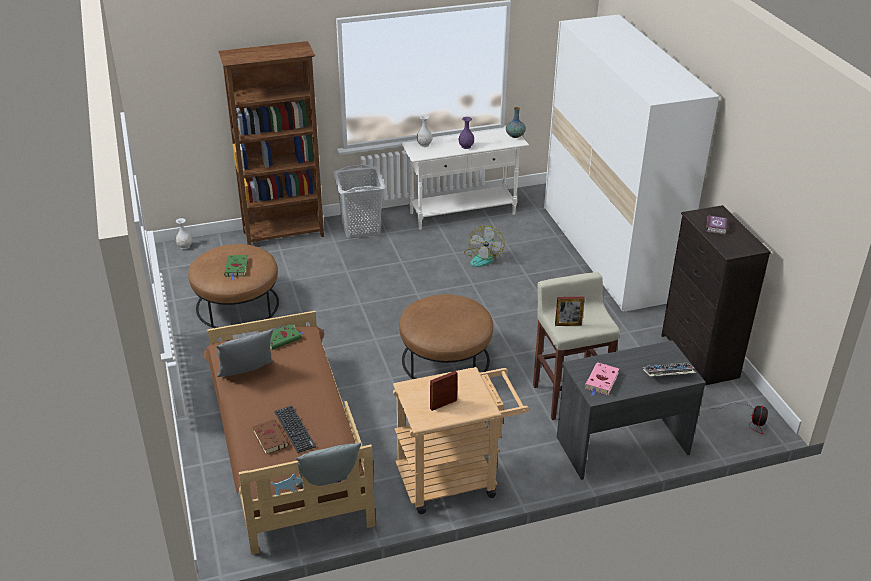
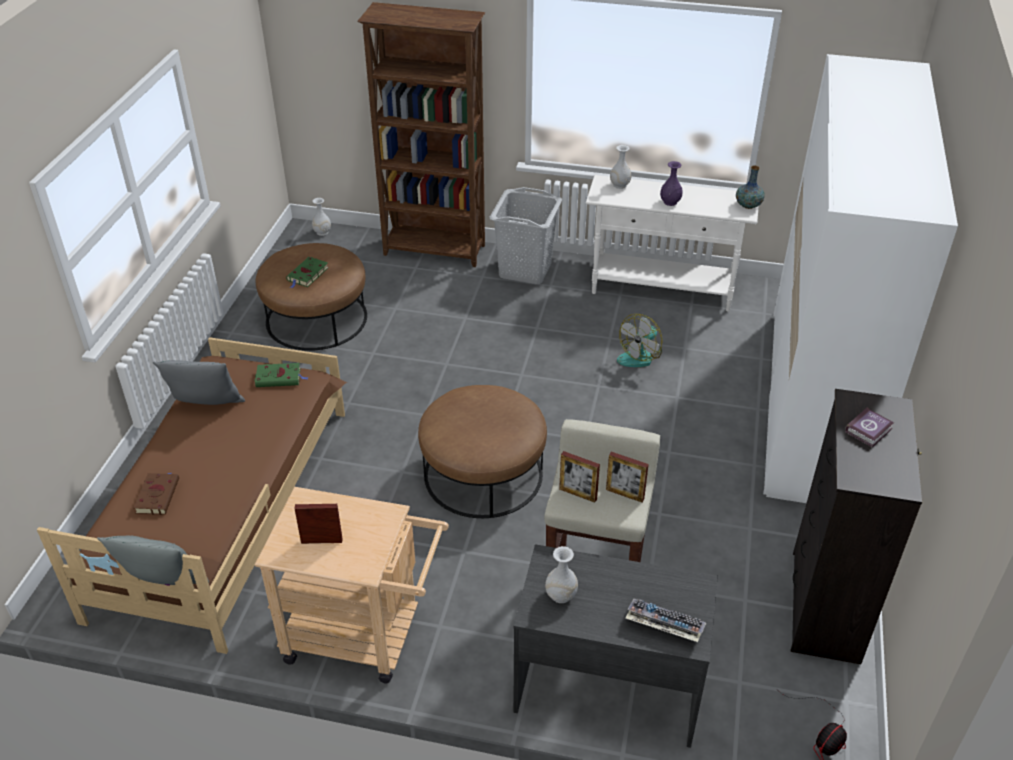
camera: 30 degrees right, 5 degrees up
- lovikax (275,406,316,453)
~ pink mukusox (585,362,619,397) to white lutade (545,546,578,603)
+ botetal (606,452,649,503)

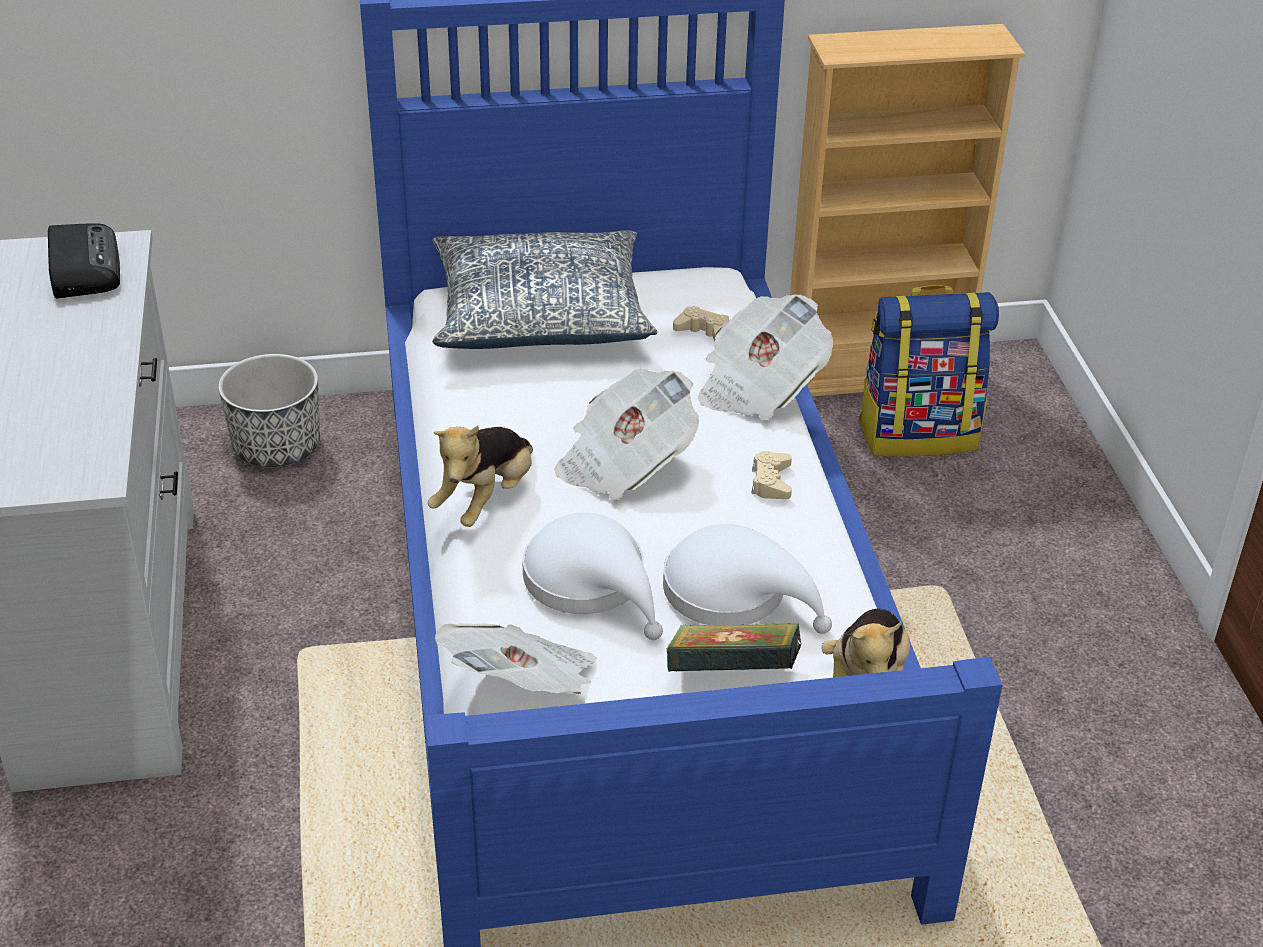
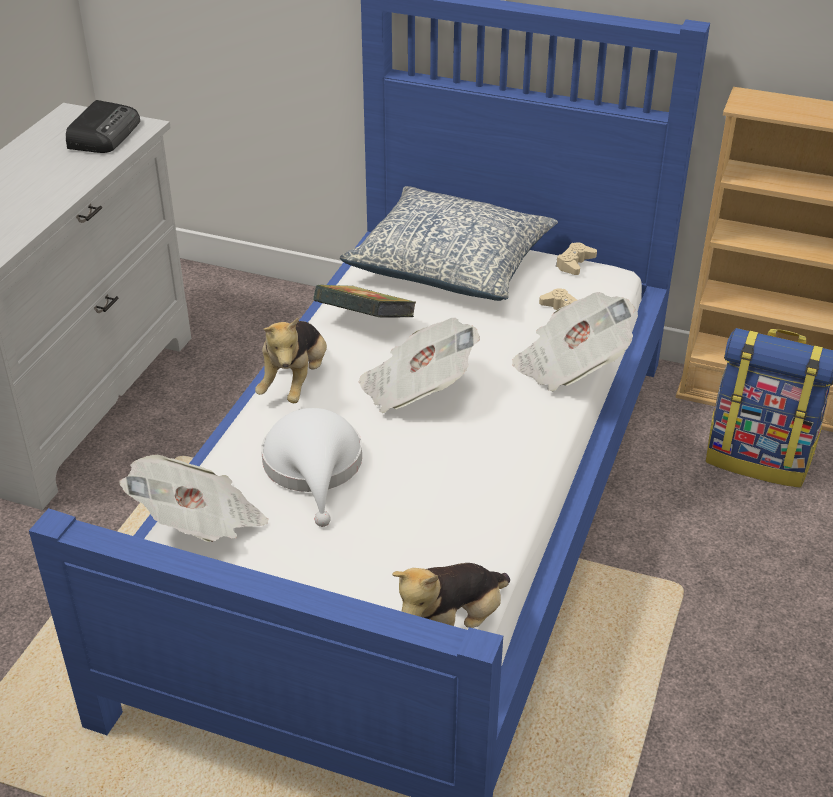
camera: 30 degrees right, 0 degrees up
- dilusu (218,354,320,467)
~ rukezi (428,426,533,527) = (255,318,327,403) 45 degrees counterclockwise
- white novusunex (663,524,832,634)
~ mukusox (667,623,801,672) to (313,284,416,318)
~ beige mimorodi (752,451,792,499) to (556,242,597,275)

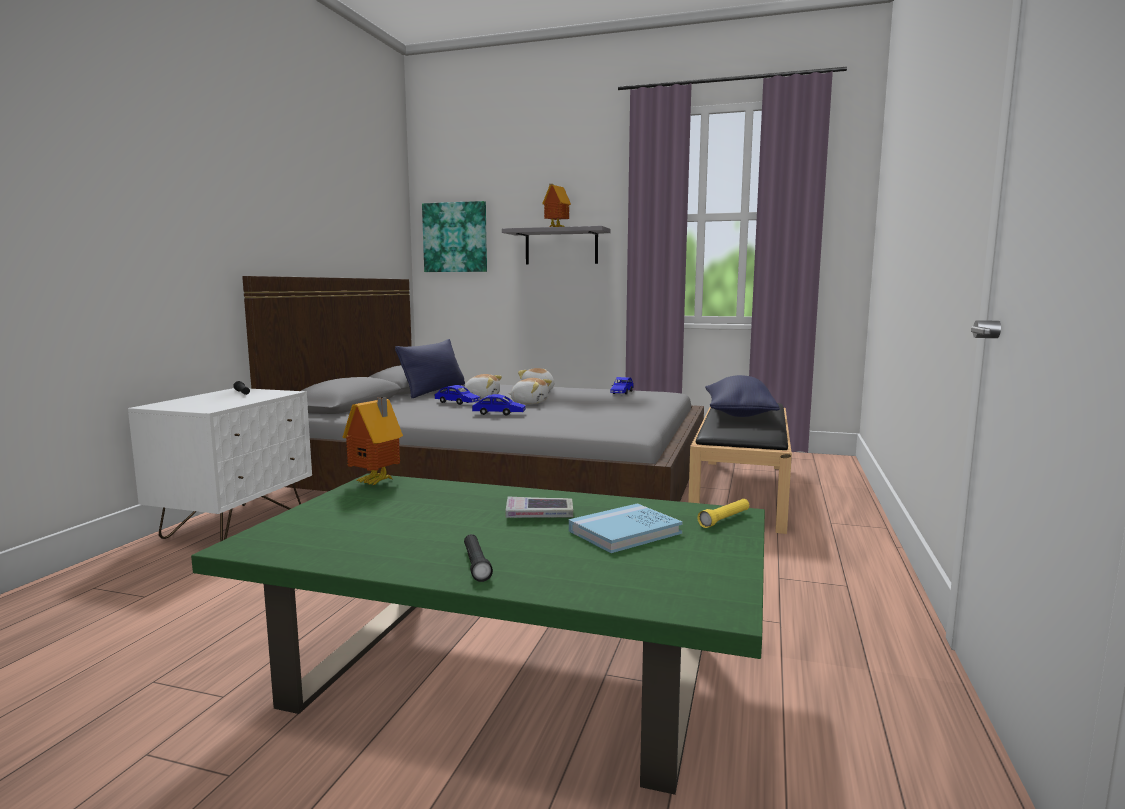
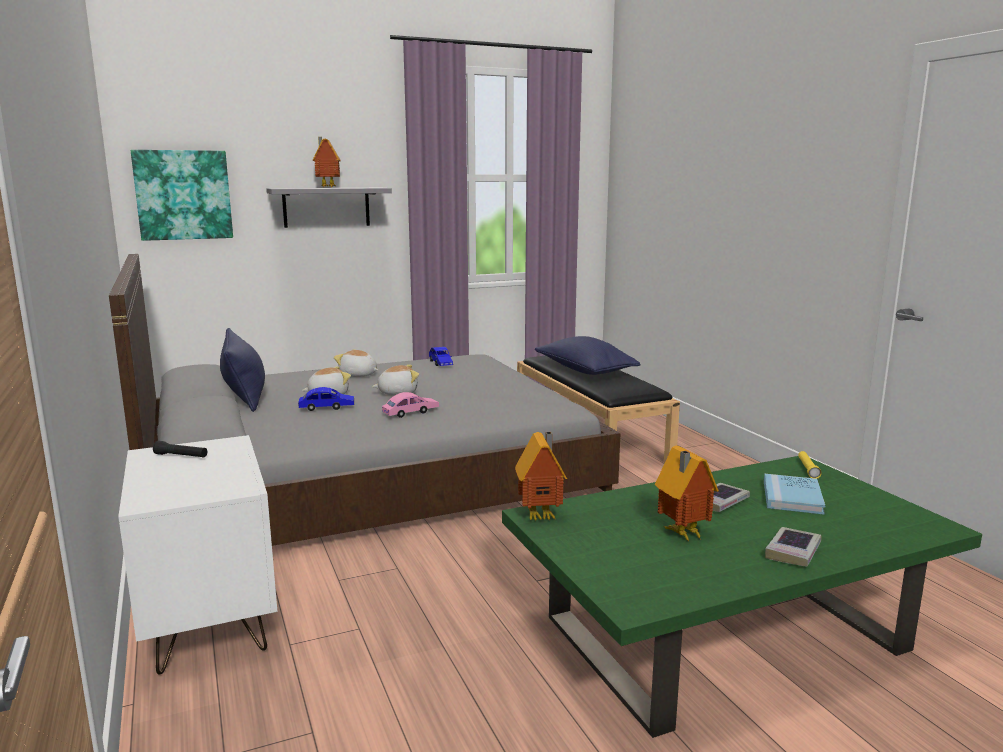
camera: 40 degrees left, 5 degrees up
~ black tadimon (464,534,493,582) to mukusox (765,527,821,567)
~ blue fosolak (472,394,526,416) to pink fosolak (382,392,439,418)
+ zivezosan (655,445,719,542)

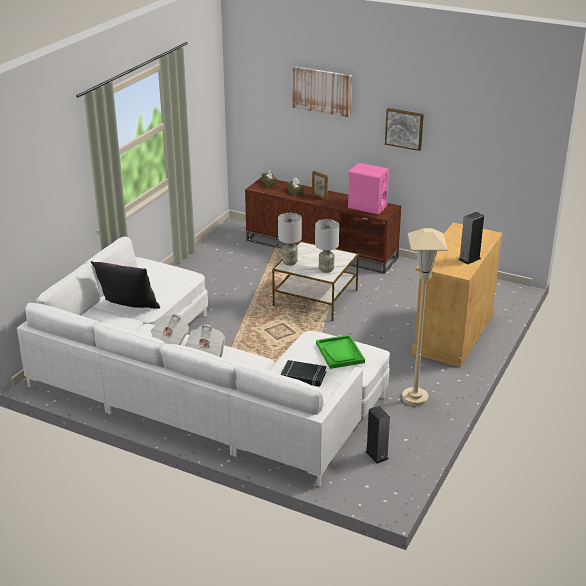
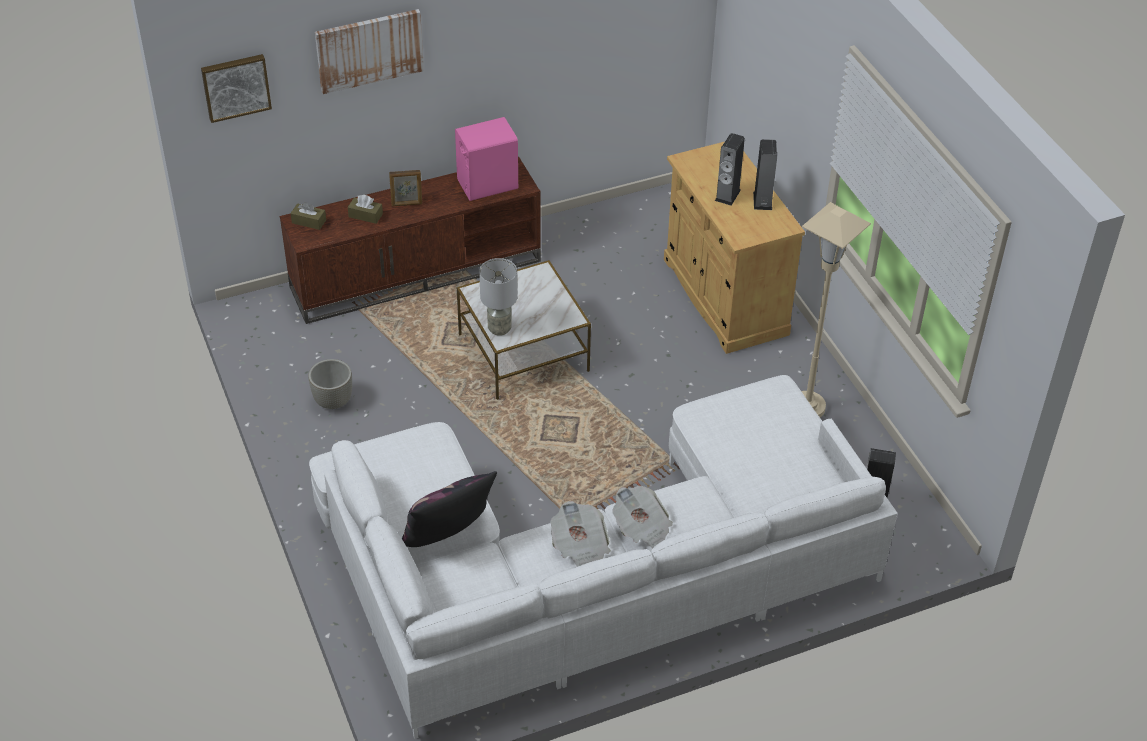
camera: 50 degrees left, 15 degrees up
- black mukusox (281,360,326,387)
- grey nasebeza (315,219,339,273)
- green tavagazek (316,335,365,369)
~ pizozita (385,108,424,151) to (201,54,272,123)
+ grey dilusu (308,359,352,409)
+ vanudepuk (715,133,745,206)

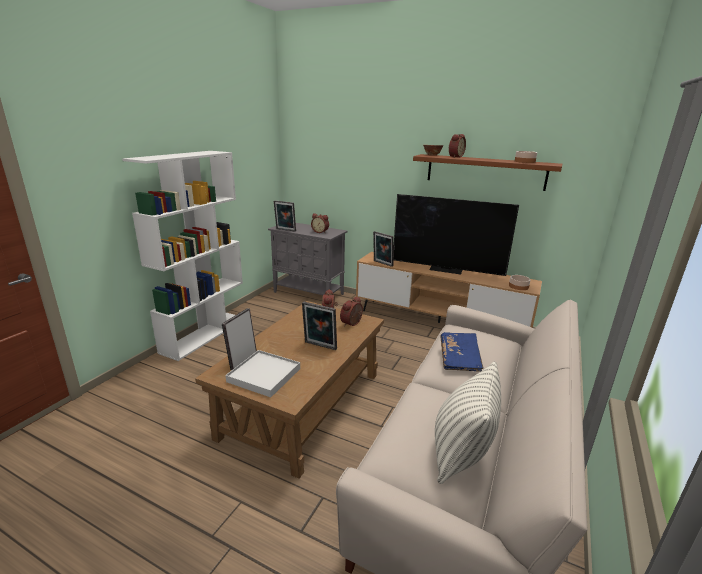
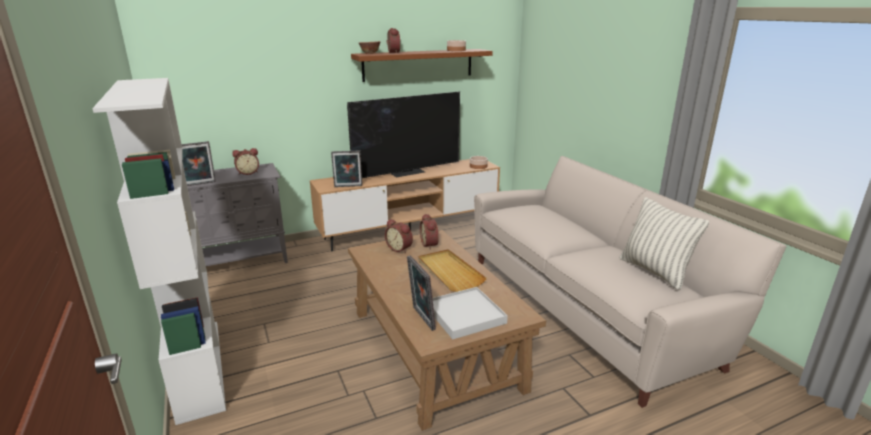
camera: 50 degrees left, 0 degrees up
~ botetal (302,302,337,350) to beige tavagazek (418,249,487,292)
- blue mukusox (440,332,484,372)

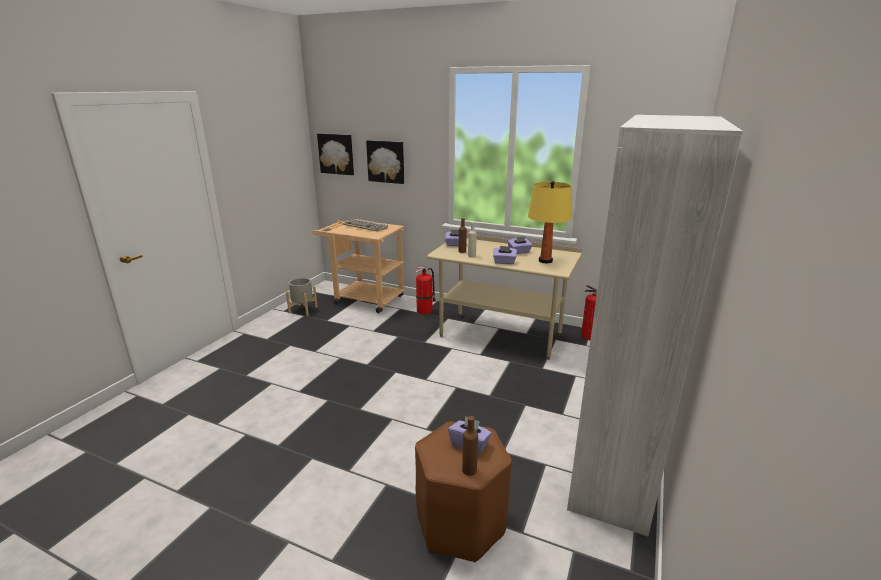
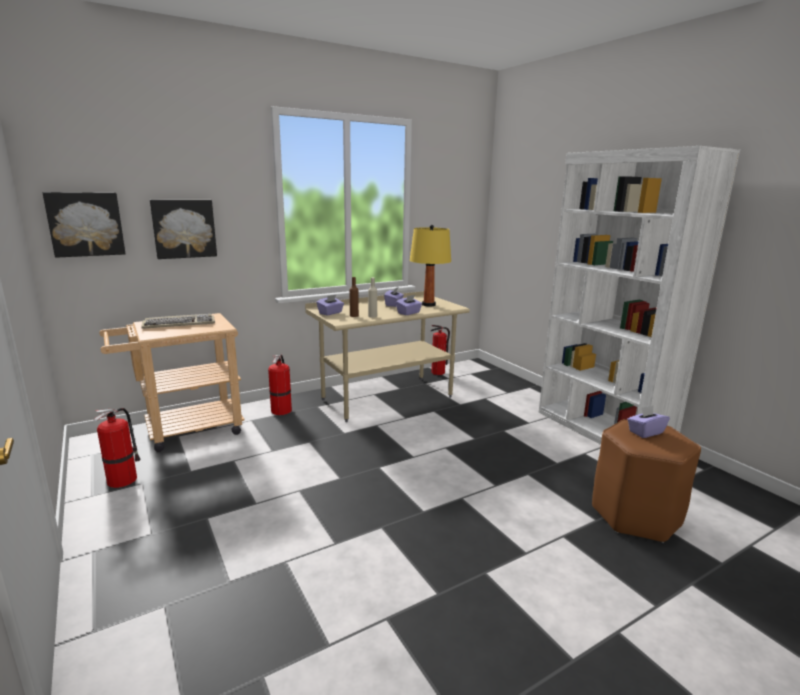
camera: 55 degrees left, 5 degrees down
~ grey dilusu (286,278,318,316) to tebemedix (94,408,141,488)
- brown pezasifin (462,416,478,476)

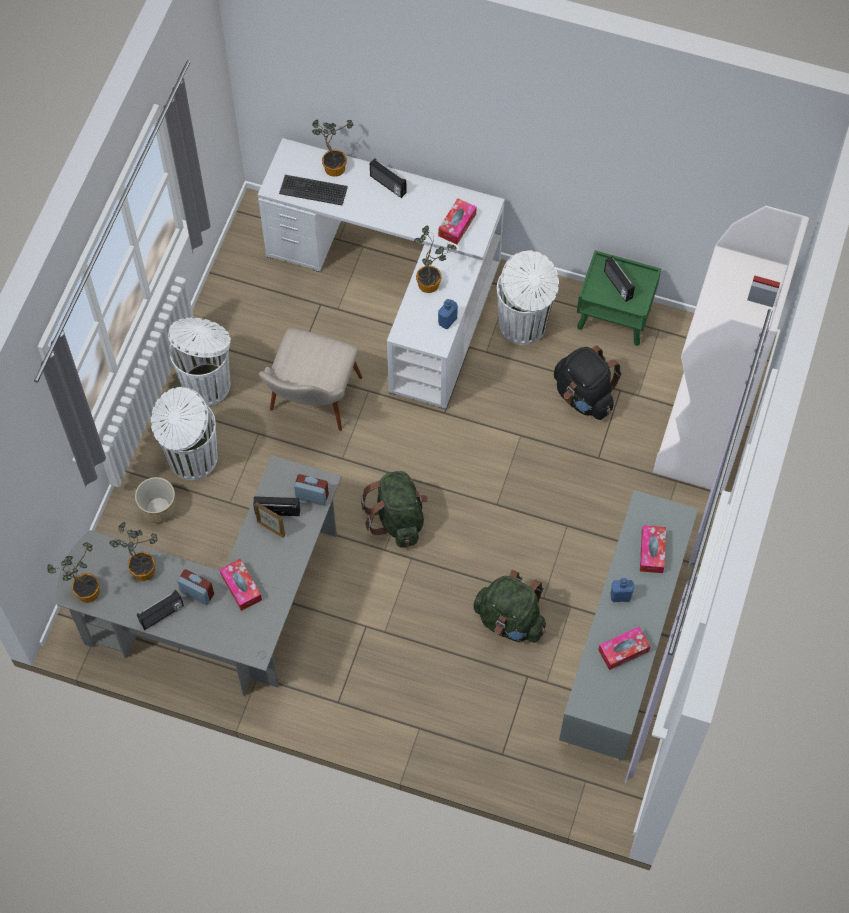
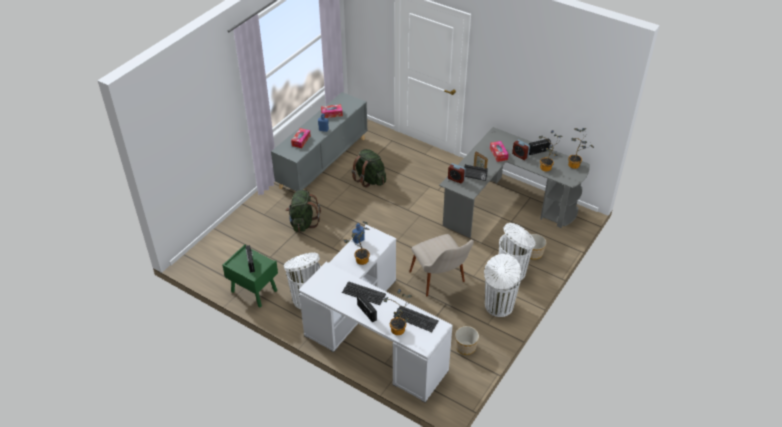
camera: 165 degrees left, 20 degrees down
~ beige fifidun (259,328,362,431) = (409,234,474,296) 120 degrees clockwise
~ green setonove (360,471,428,548) to (286,190,321,232)
- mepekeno (438,198,477,244)
- black setonove (554,345,622,420)
- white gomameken (653,206,809,493)
+ lovikax (342,281,386,305)
+ dilusu (455,326,479,355)

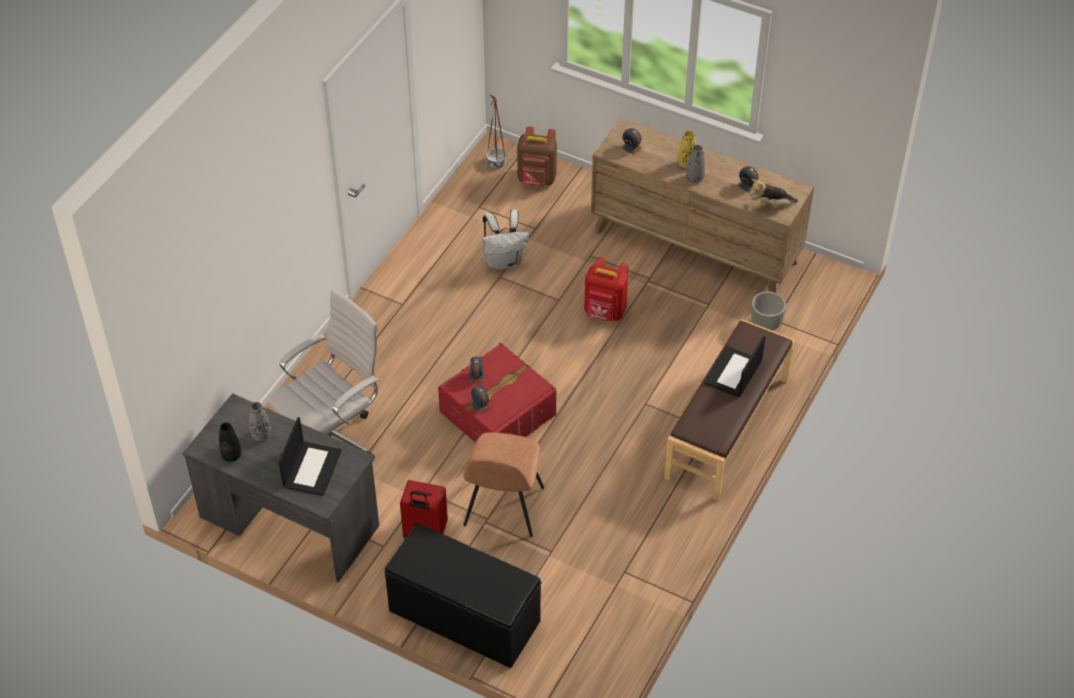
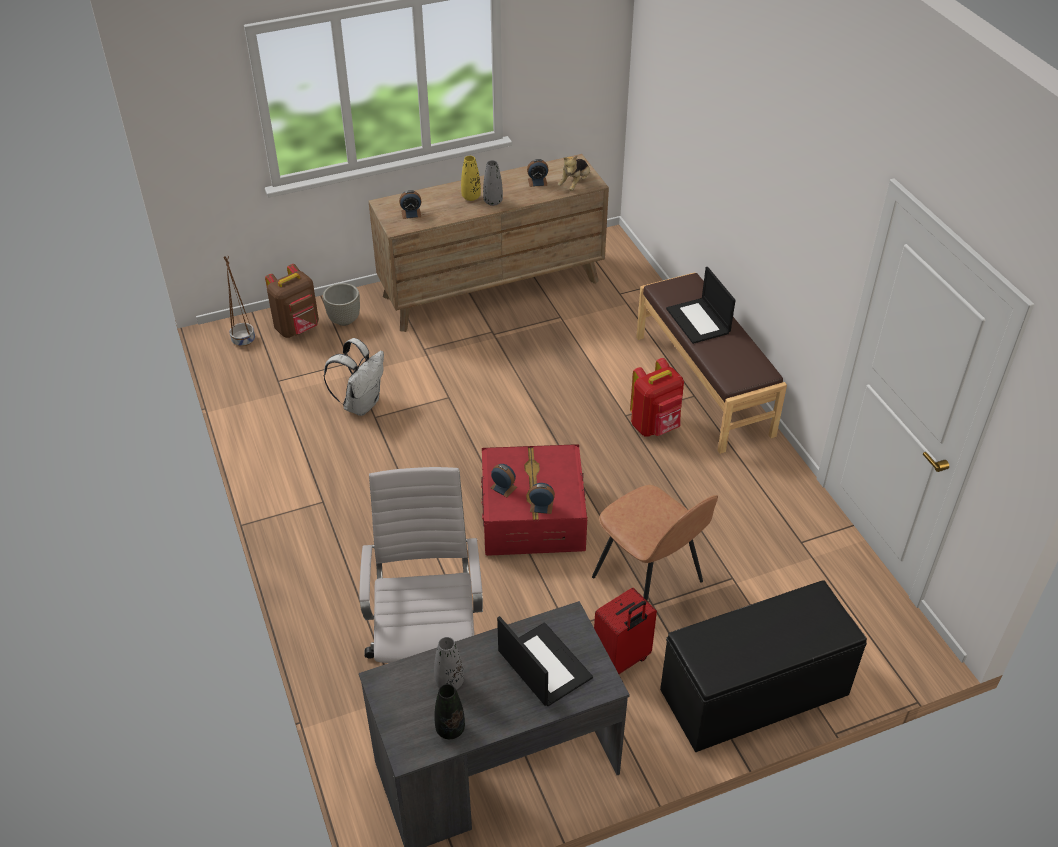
camera: 50 degrees left, 5 degrees down
~ red setonove (584,257,629,322) to (630,358,684,437)
~ grey dilusu (751,291,786,331) to (323,283,360,326)

